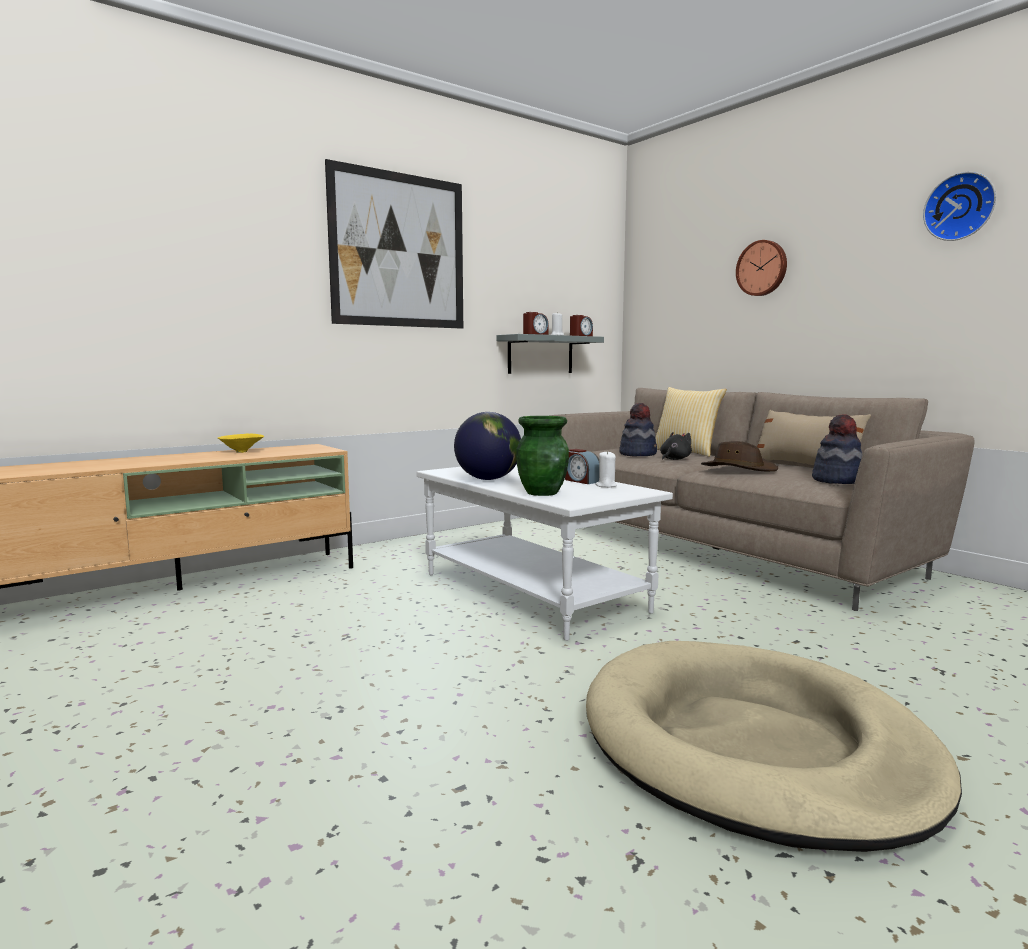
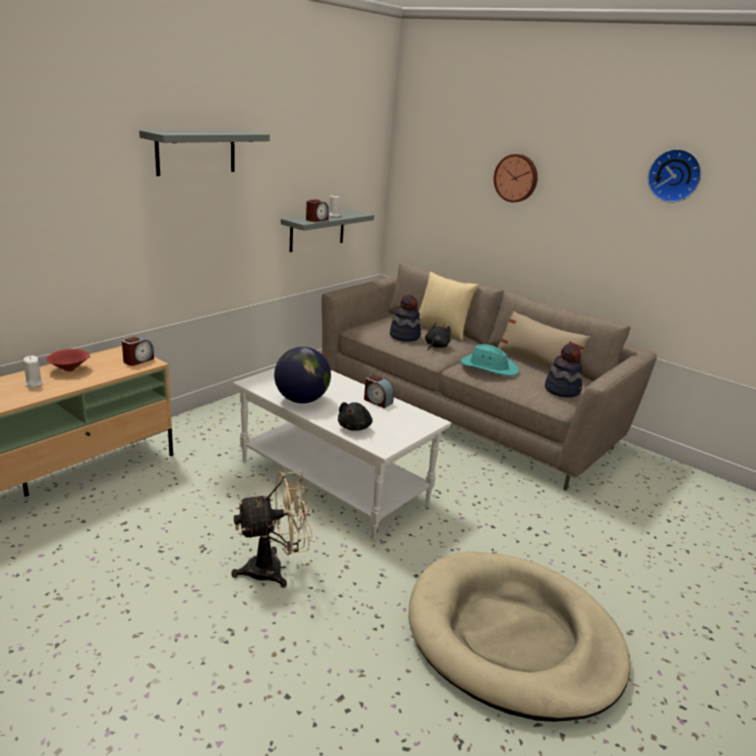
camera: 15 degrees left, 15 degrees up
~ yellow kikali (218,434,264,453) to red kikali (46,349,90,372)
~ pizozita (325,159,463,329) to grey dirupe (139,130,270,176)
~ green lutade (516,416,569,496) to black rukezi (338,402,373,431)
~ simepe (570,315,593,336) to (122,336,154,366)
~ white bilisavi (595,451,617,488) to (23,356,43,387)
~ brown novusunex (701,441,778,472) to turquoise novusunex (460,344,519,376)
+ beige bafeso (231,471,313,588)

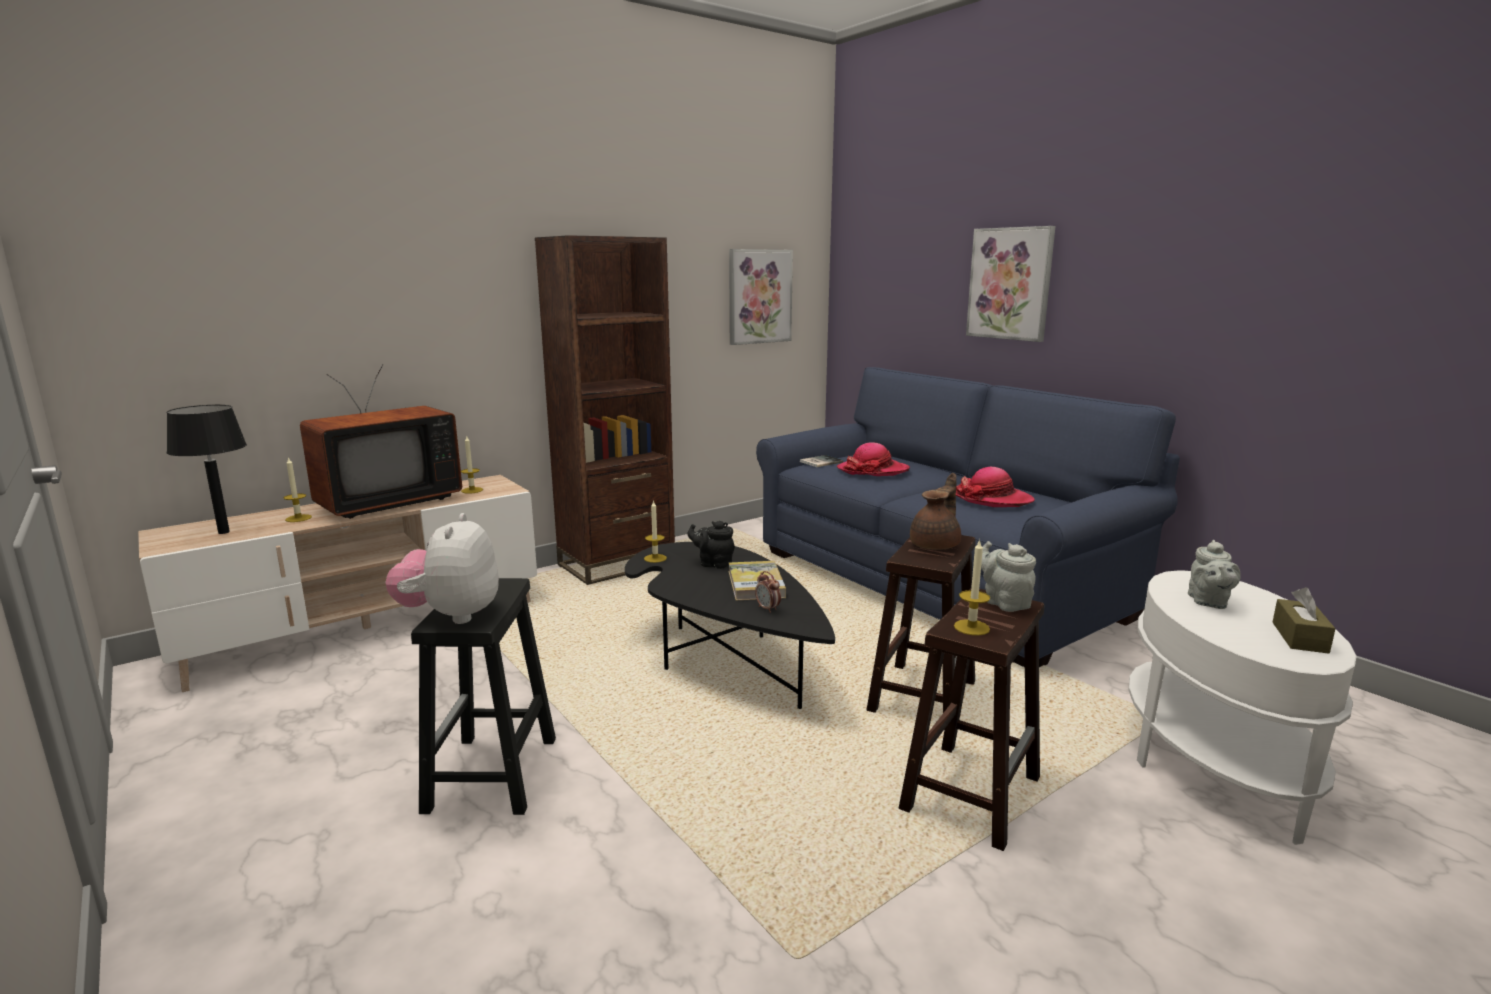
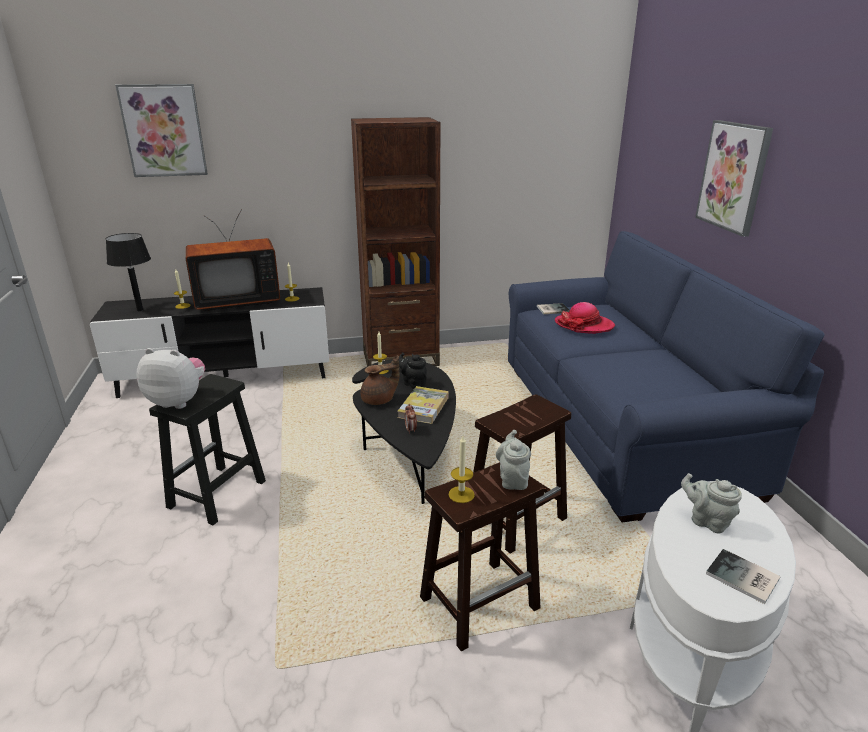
camera: 25 degrees right, 10 degrees up
~ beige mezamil (138,475,537,692) to black mezamil (90,287,329,398)
~ rukezi (385,513,499,624) = (136,348,205,409) 75 degrees clockwise
~ pizozita (729,249,793,345) to (115,84,208,177)
~ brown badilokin (910,473,961,550) to (361,355,400,405)
- novusunex (956,467,1035,507)
~ grey badilokin (1188,540,1241,609) = (681,473,742,533) 90 degrees clockwise
~ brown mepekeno (1272,587,1336,654) to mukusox (706,549,781,604)

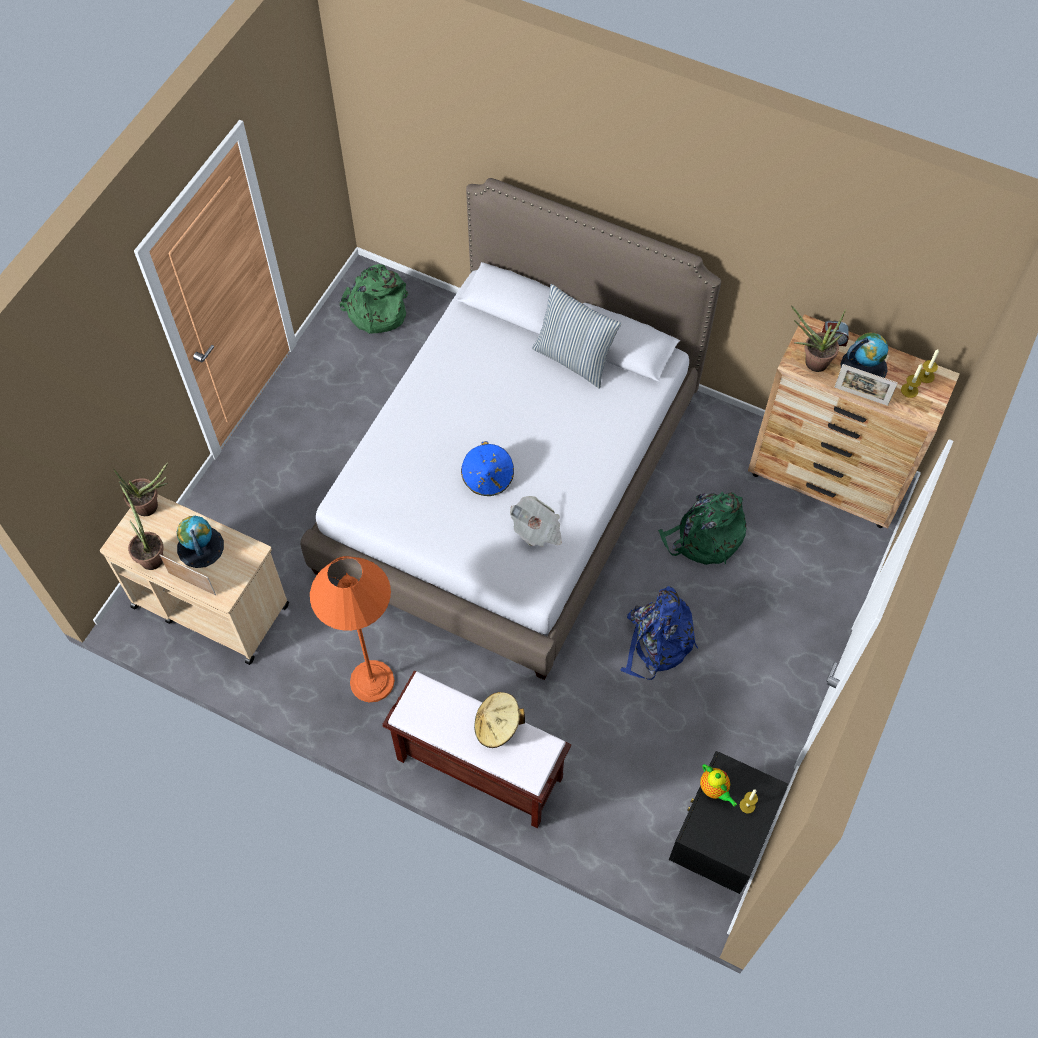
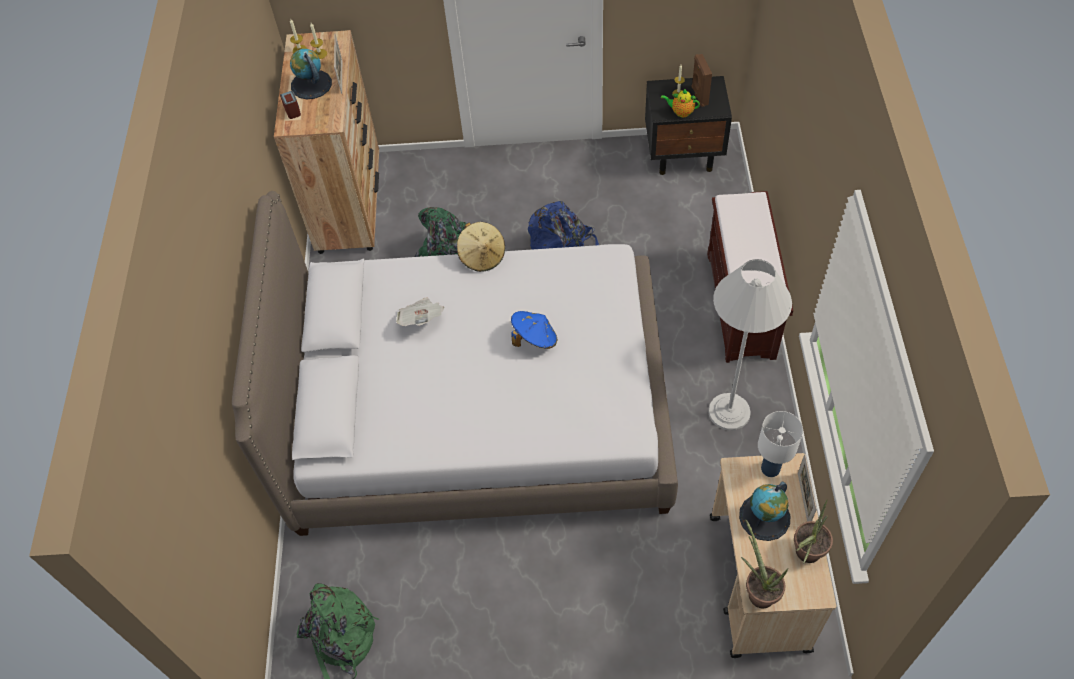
camera: 115 degrees left, 5 degrees down
~ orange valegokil (310,556,395,702) to white valegokil (708,259,792,431)
~ beige novusunex (474,692,525,748) to (457,222,505,272)
~ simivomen (510,496,562,547) to (396,298,445,326)
- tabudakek (532,284,622,389)
~ badilokin (700,764,737,807) = (661,89,700,117) 105 degrees counterclockwise
- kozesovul (791,306,846,372)
+ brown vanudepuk (692,54,712,107)
+ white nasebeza (758,411,803,477)

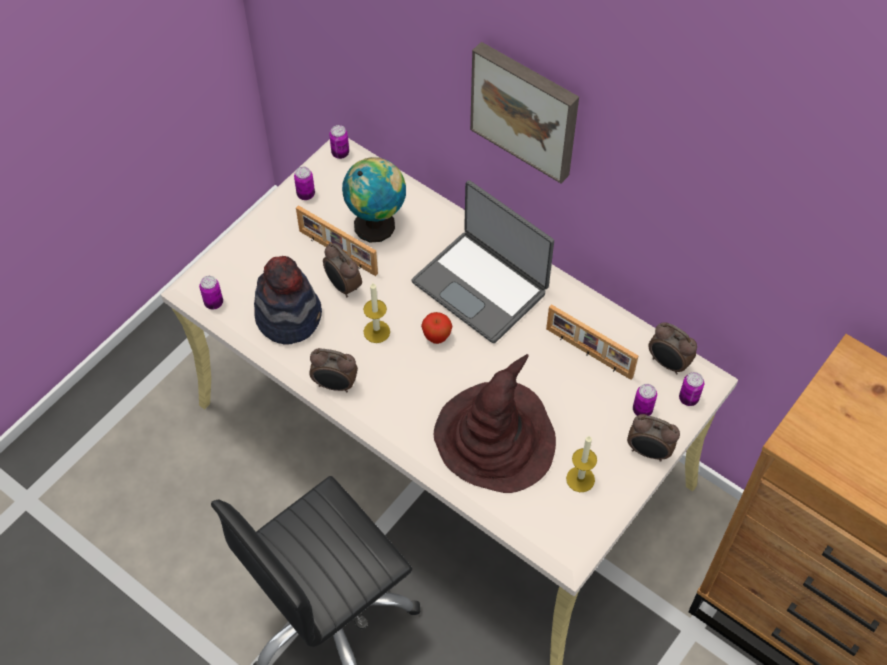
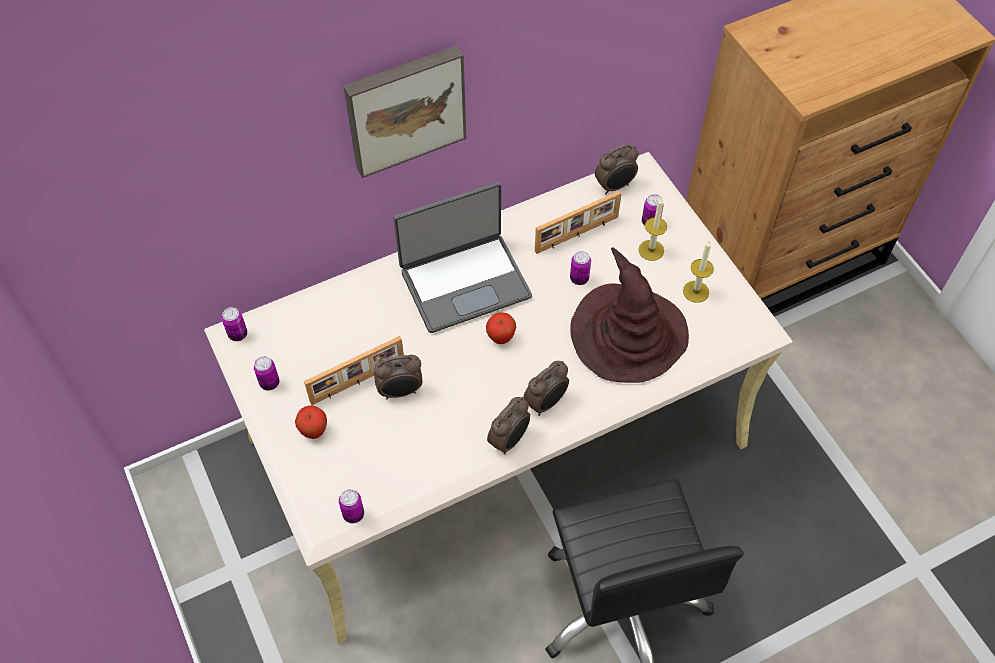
camera: 65 degrees left, 0 degrees up
- novusunex (254,256,322,345)
- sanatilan (342,157,406,243)
~ bilisavi (363,283,390,343) to (639,197,667,261)
~ simepe (627,414,680,462) to (523,361,569,416)
~ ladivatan (679,372,704,406) to (570,251,591,285)
+ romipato (295,406,327,439)

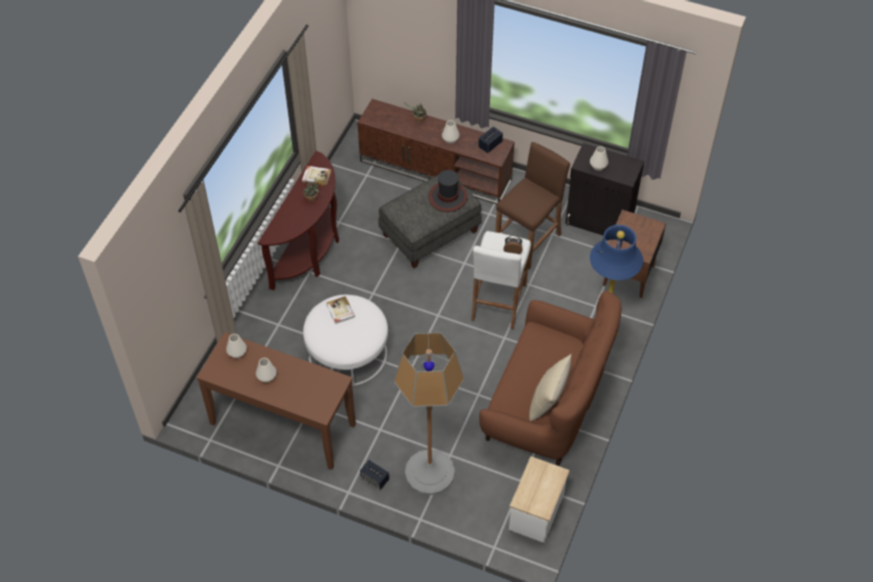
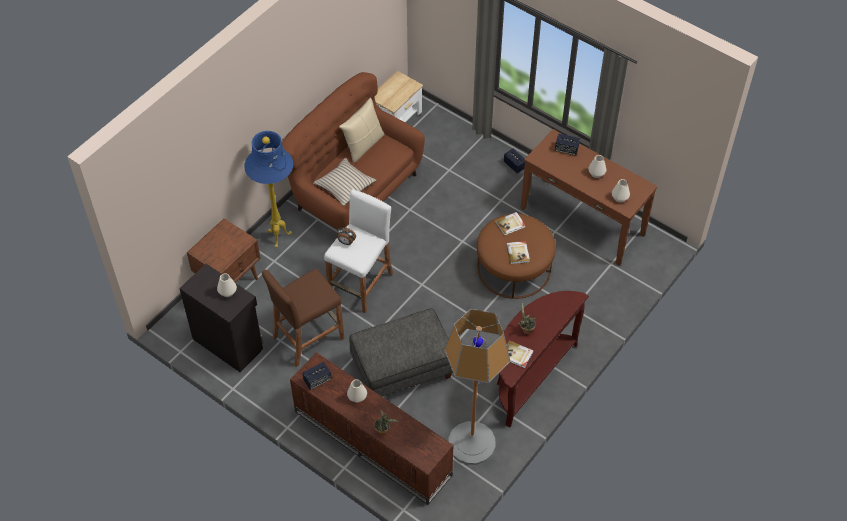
camera: 165 degrees left, 0 degrees up
~ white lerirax (303,295,388,386) to brown lerirax (477,214,556,299)
~ valegokil (394,332,464,495) to (444,309,510,465)
- novusunex (428,170,468,212)
+ beige tabudakek (313,157,377,206)
+ mukusox (495,212,526,236)
+ vanudepuk (555,134,580,156)

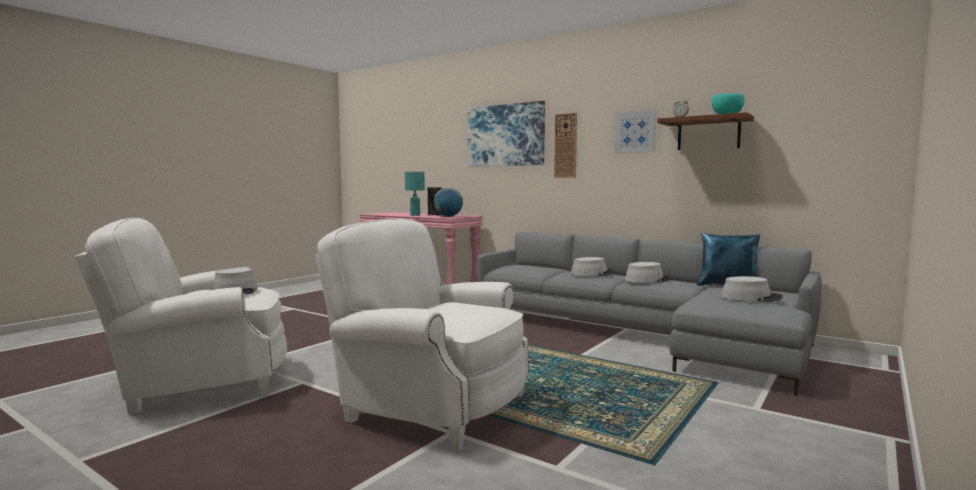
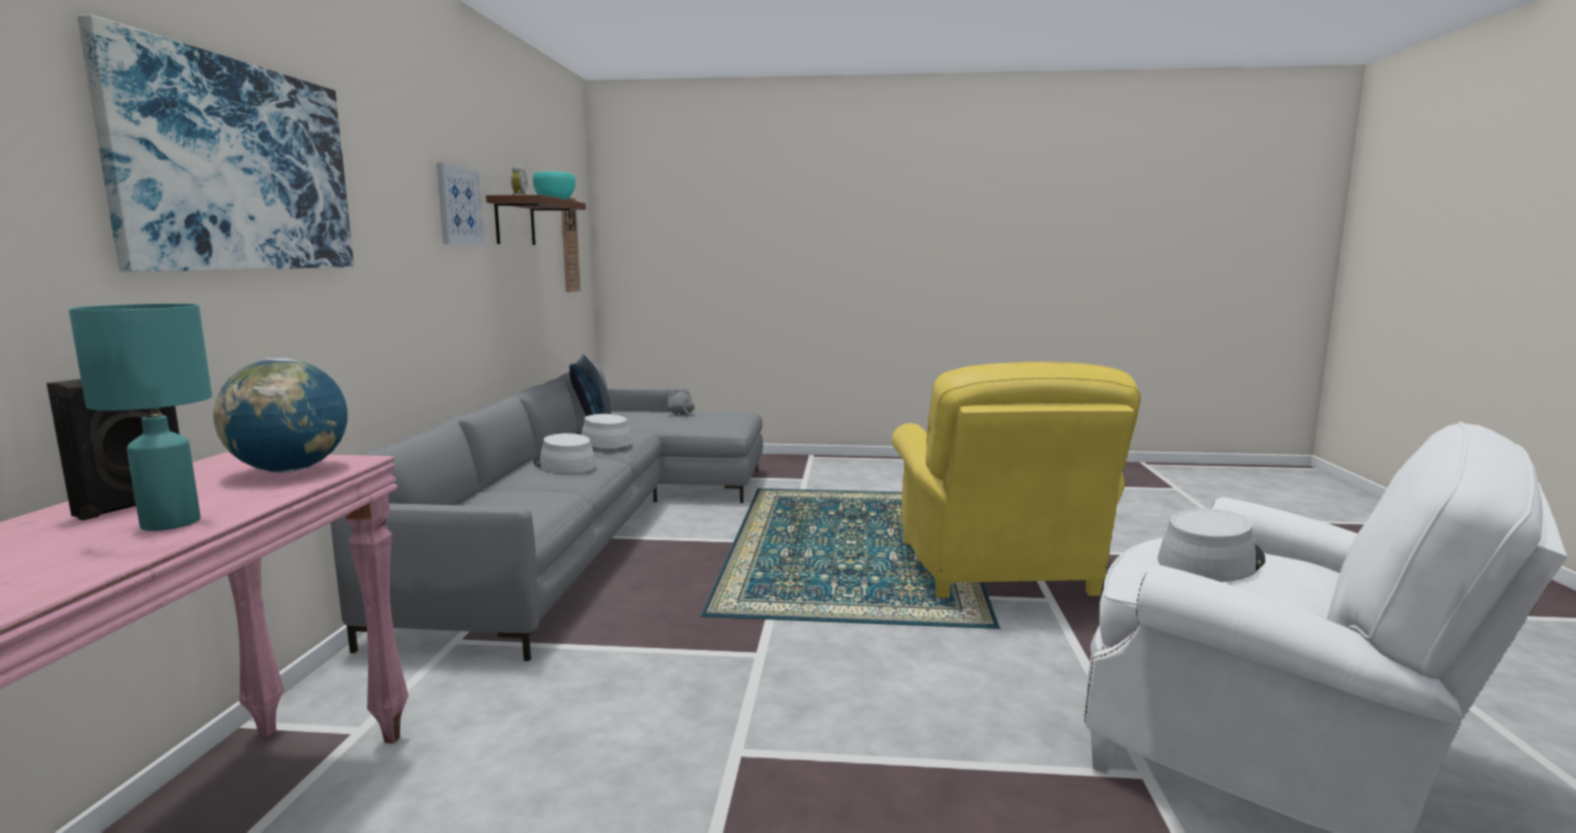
camera: 120 degrees left, 5 degrees up
~ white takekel (315,219,529,452) to yellow takekel (892,362,1141,598)
~ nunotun (554,113,577,178) to (561,197,581,292)
~ grey novusunex (721,276,783,302) to grey rukezi (667,389,695,416)

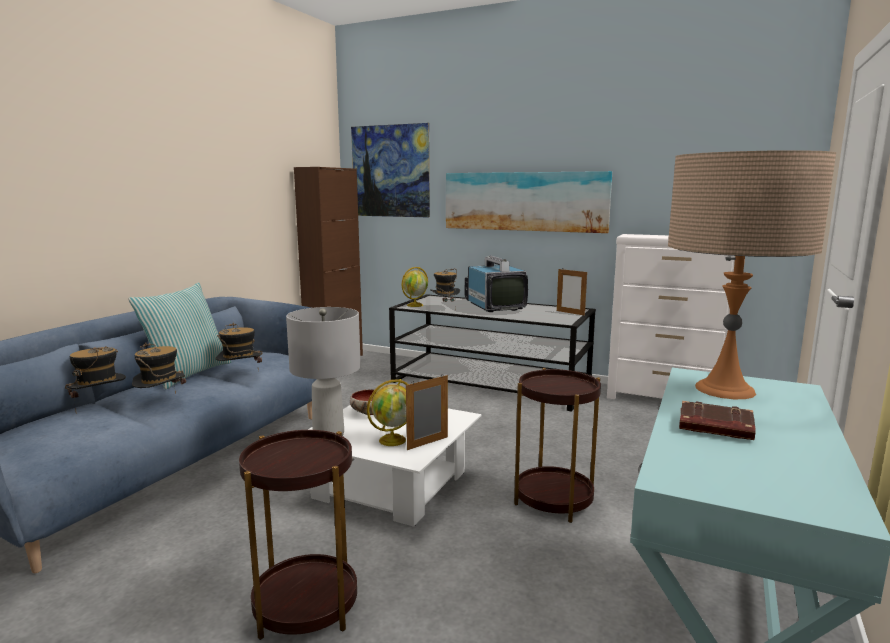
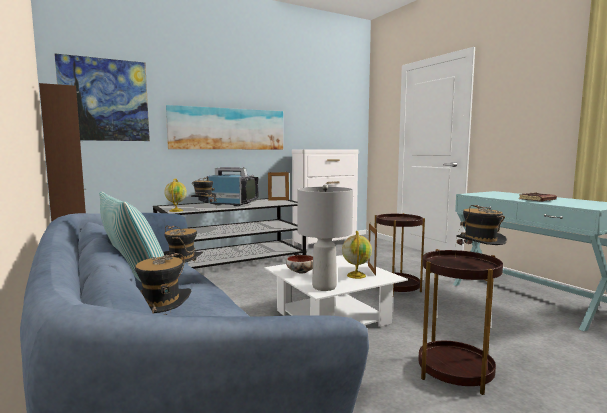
camera: 55 degrees left, 5 degrees down
~ novusunex (132,342,186,394) to (455,205,507,258)
- beige nasebeza (668,150,836,399)

